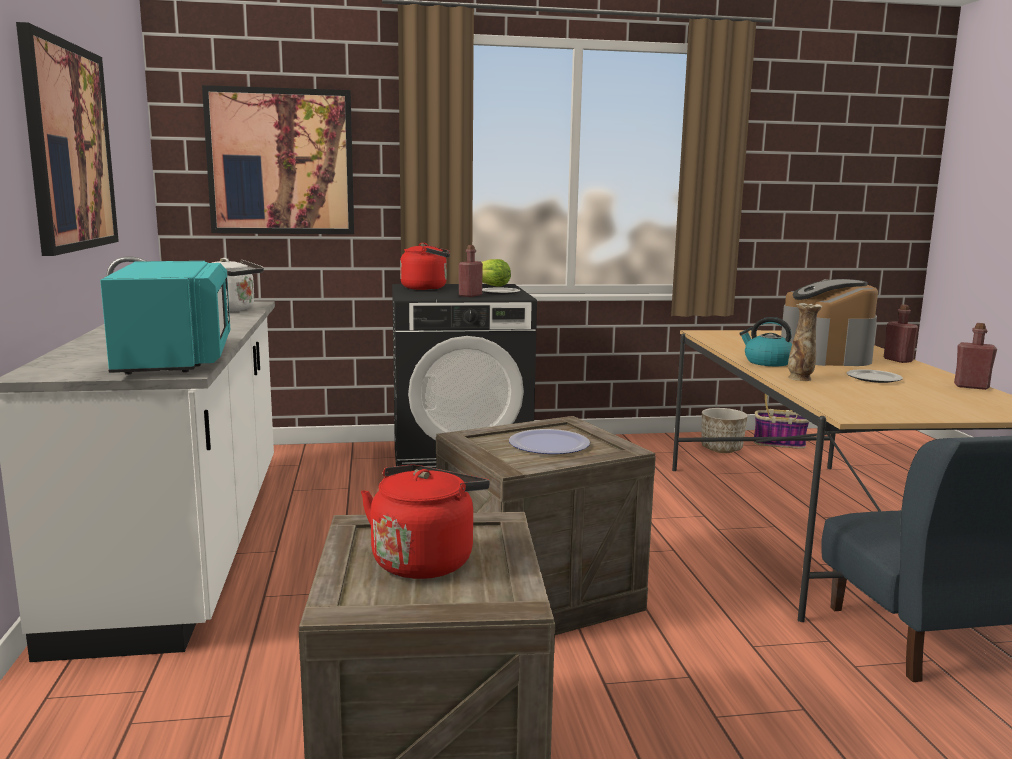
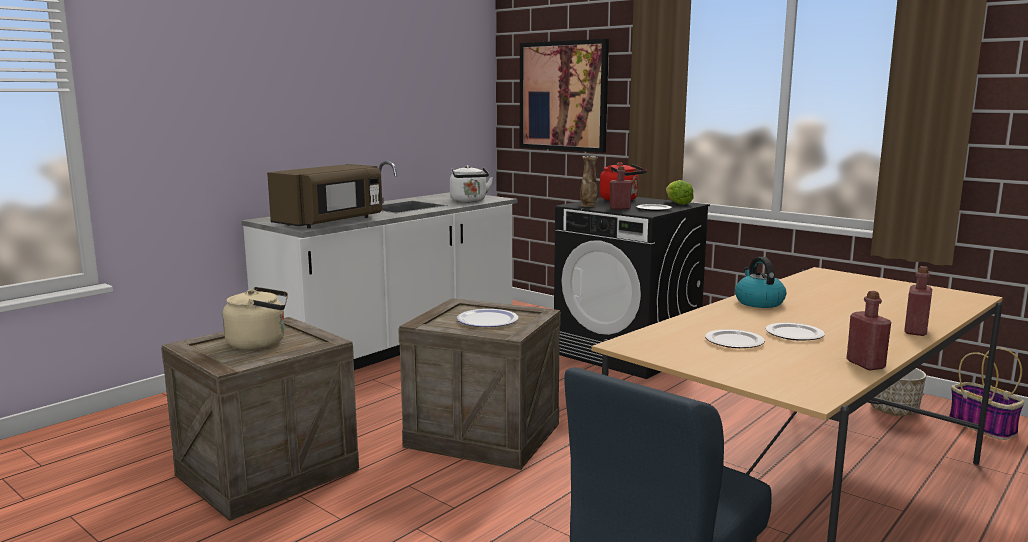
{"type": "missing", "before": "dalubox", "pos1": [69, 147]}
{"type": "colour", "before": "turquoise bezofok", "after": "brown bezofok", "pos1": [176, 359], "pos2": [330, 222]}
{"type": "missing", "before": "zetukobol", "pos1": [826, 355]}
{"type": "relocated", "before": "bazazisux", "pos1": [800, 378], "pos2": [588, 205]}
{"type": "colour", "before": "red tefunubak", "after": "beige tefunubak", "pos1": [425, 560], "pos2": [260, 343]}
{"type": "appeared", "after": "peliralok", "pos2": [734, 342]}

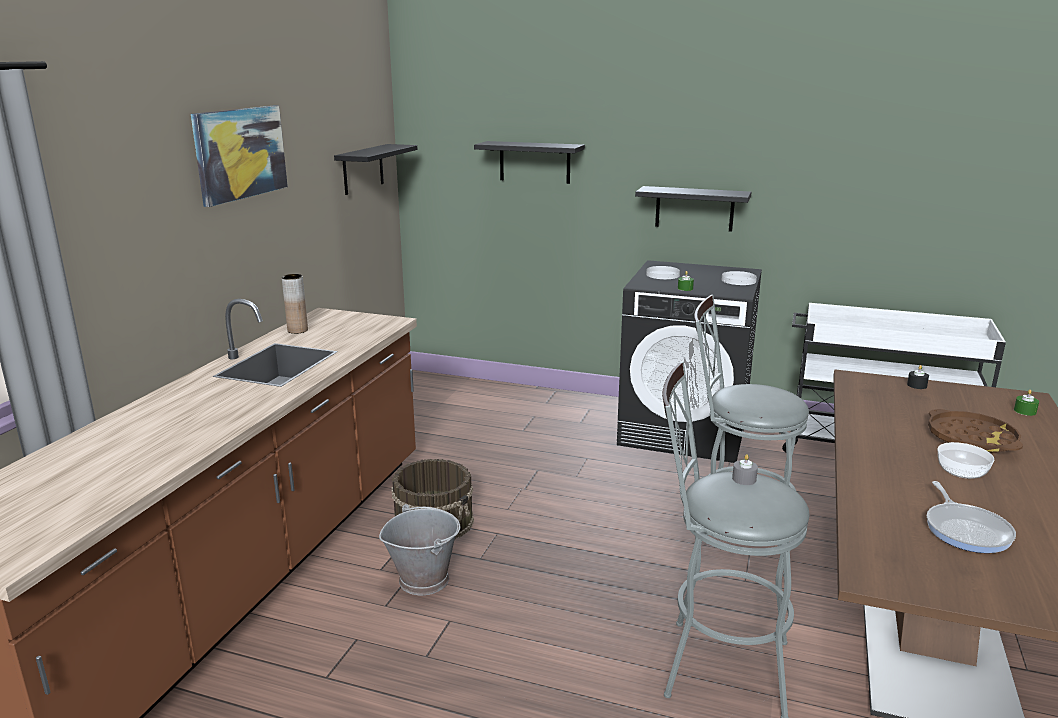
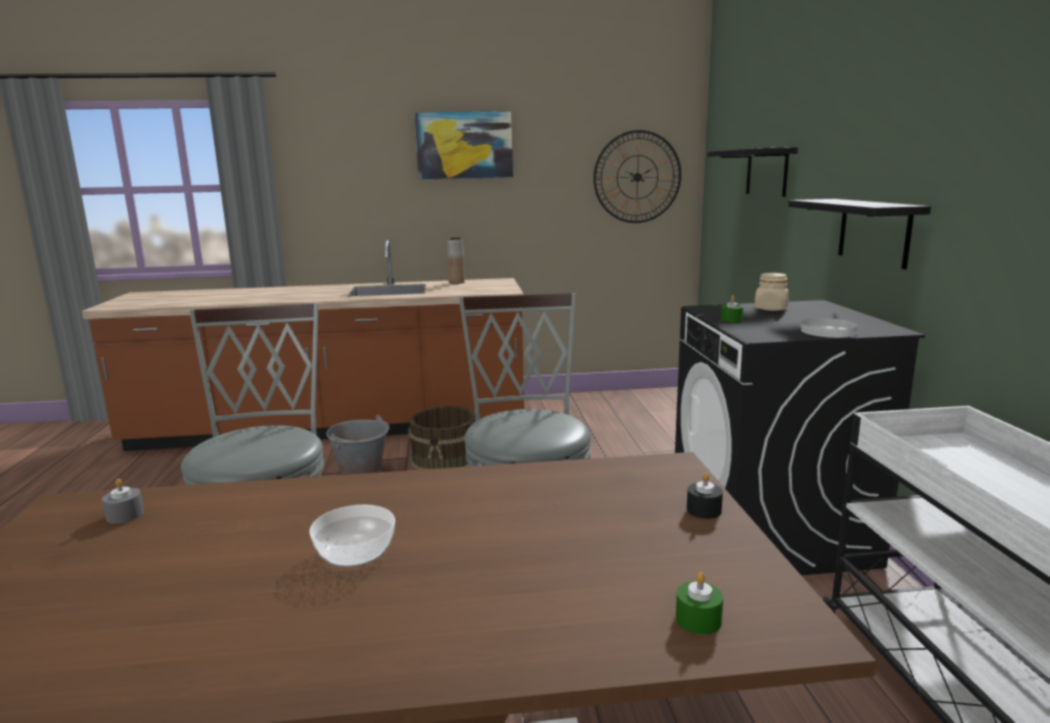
{"type": "exchanged", "before": "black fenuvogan", "after": "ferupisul", "pos1": [363, 169], "pos2": [637, 177]}
{"type": "exchanged", "before": "white peliralok", "after": "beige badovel", "pos1": [662, 275], "pos2": [771, 309]}
{"type": "missing", "before": "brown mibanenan", "pos1": [971, 439]}
{"type": "relocated", "before": "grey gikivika", "pos1": [744, 479], "pos2": [125, 515]}
{"type": "missing", "before": "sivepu", "pos1": [966, 530]}

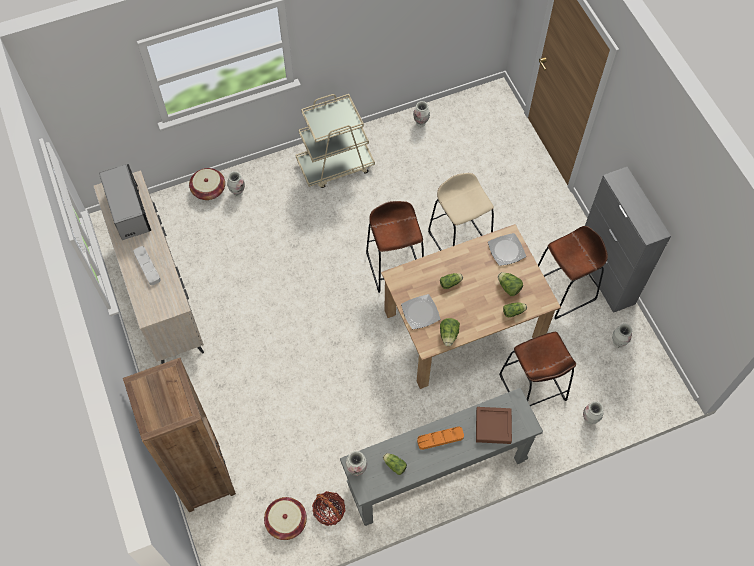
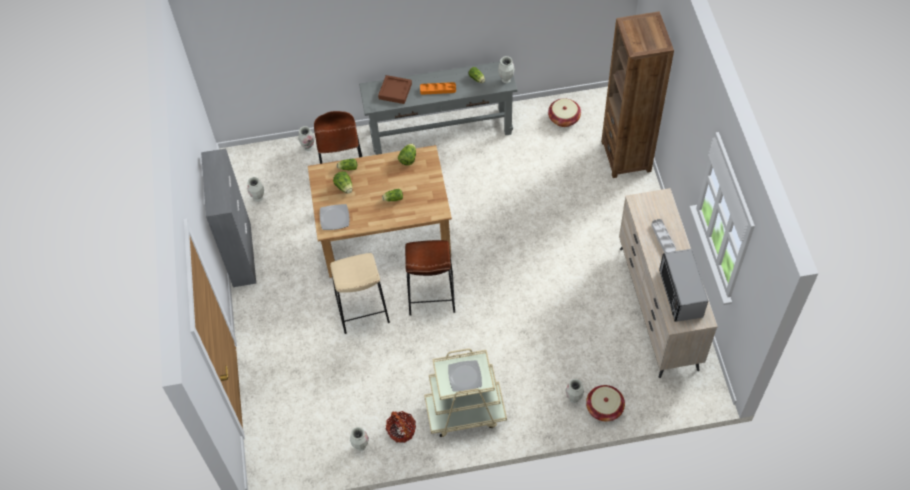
{"type": "missing", "before": "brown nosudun", "pos1": [563, 291]}
{"type": "relocated", "before": "peliralok", "pos1": [420, 313], "pos2": [465, 376]}
{"type": "relocated", "before": "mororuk", "pos1": [329, 511], "pos2": [401, 430]}

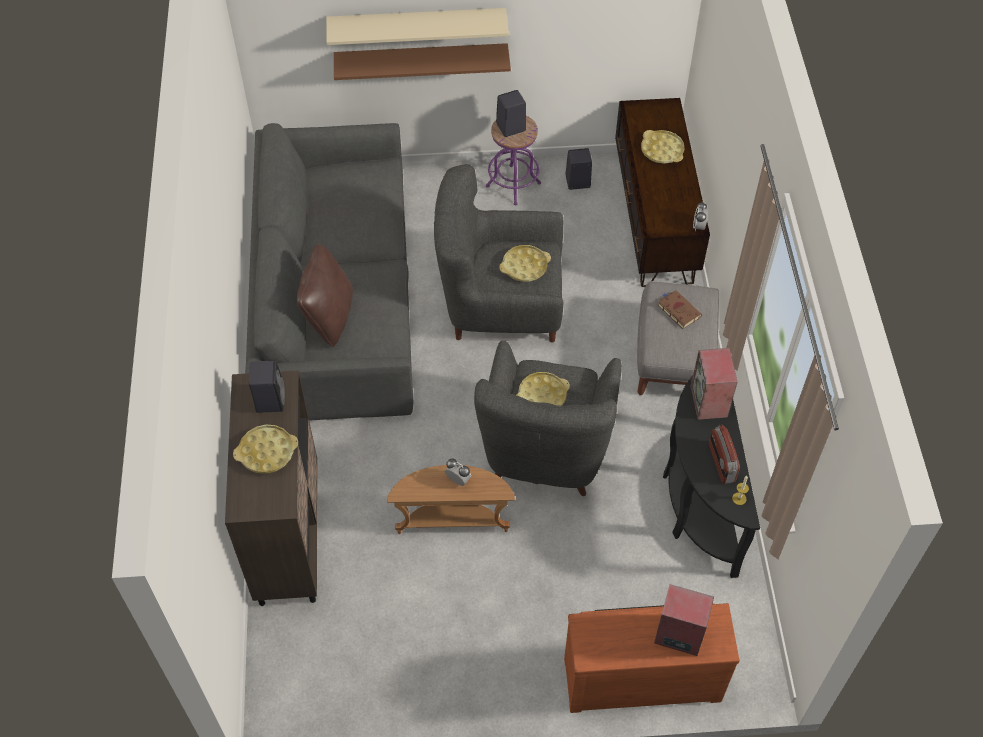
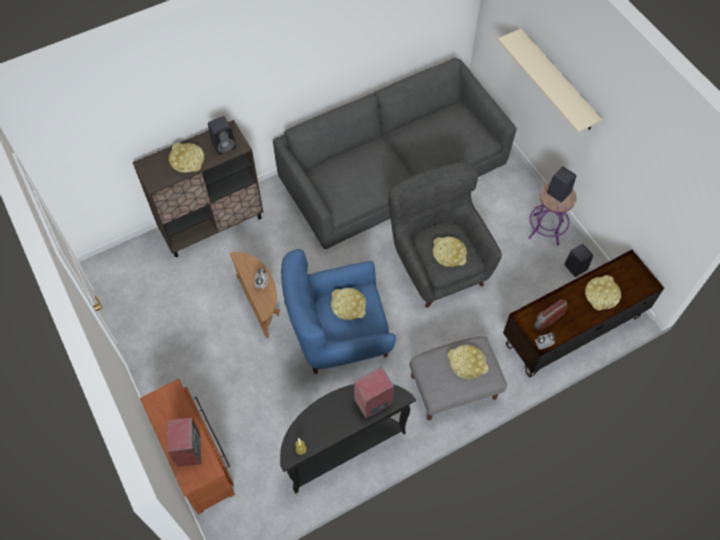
{"type": "missing", "before": "brown fenuvogan", "pos1": [421, 60]}
{"type": "missing", "before": "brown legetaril", "pos1": [329, 317]}
{"type": "exchanged", "before": "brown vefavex", "after": "yellow mibanenan", "pos1": [678, 310], "pos2": [467, 363]}
{"type": "colour", "before": "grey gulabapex", "after": "blue gulabapex", "pos1": [546, 448], "pos2": [339, 336]}
{"type": "relocated", "before": "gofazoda", "pos1": [721, 463], "pos2": [548, 320]}

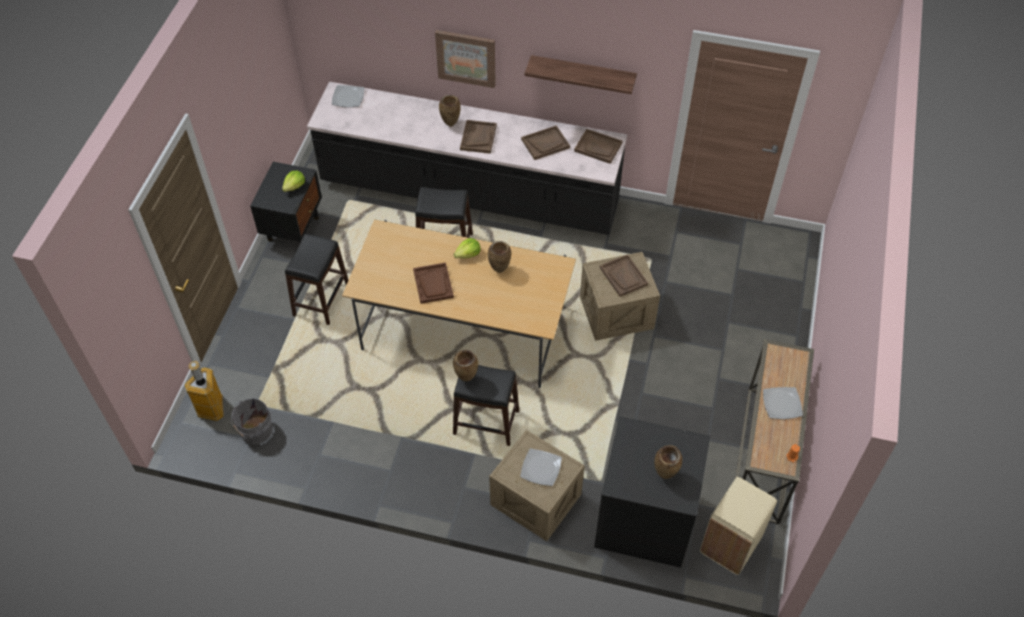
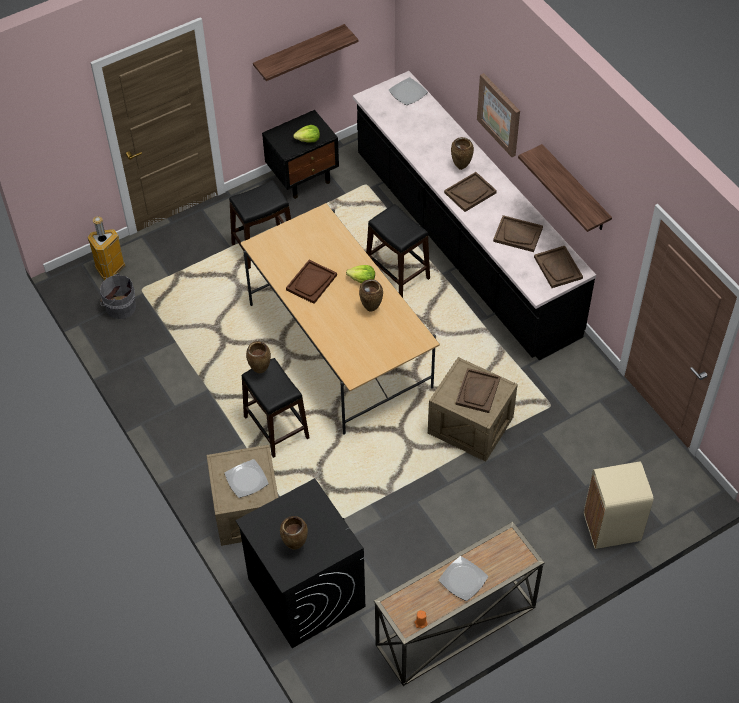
{"type": "relocated", "before": "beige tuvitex", "pos1": [729, 545], "pos2": [611, 527]}
{"type": "appeared", "after": "fenuvogan", "pos2": [299, 53]}

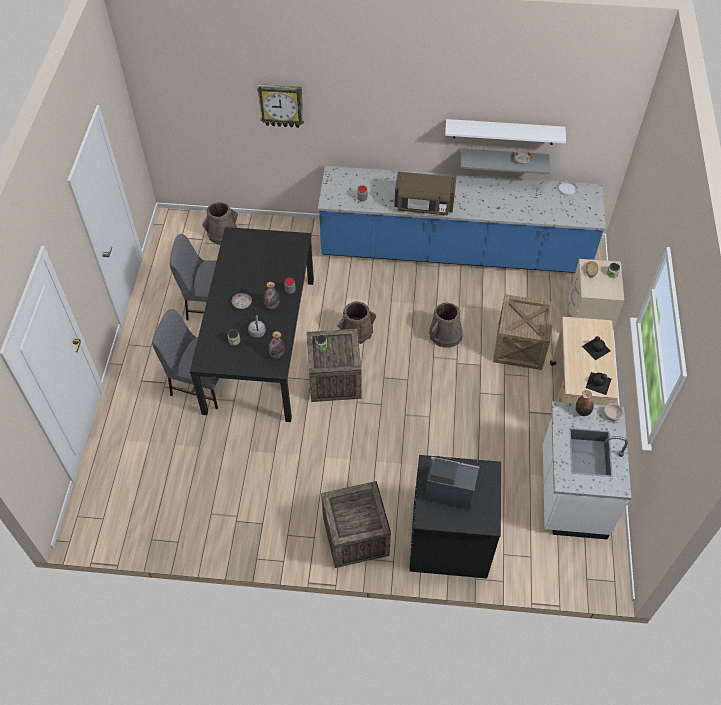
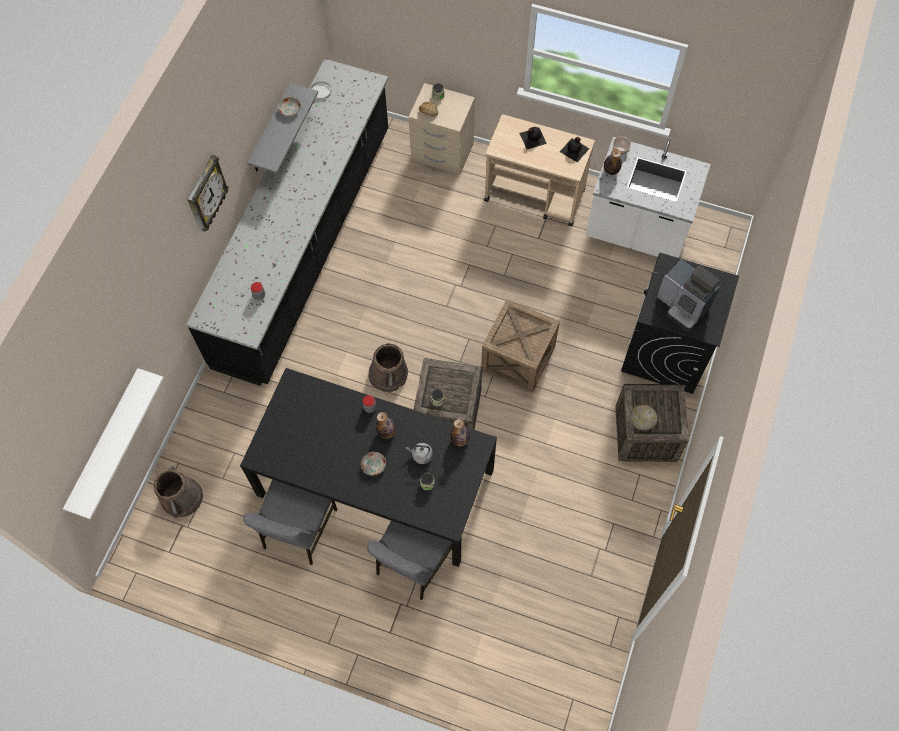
{"type": "relocated", "before": "ferupisul", "pos1": [281, 105], "pos2": [206, 195]}
{"type": "relocated", "before": "white fenuvogan", "pos1": [504, 131], "pos2": [105, 441]}
{"type": "colour", "before": "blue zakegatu", "after": "black zakegatu", "pos1": [454, 251], "pos2": [305, 246]}
{"type": "missing", "before": "brown bezofok", "pos1": [423, 205]}
{"type": "relocated", "before": "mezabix", "pos1": [519, 346], "pos2": [518, 358]}
{"type": "missing", "before": "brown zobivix", "pos1": [445, 334]}
{"type": "spun", "before": "zetukobol", "pos1": [447, 490], "pos2": [683, 306], "turn": -75}
{"type": "appeared", "after": "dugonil", "pos2": [642, 421]}

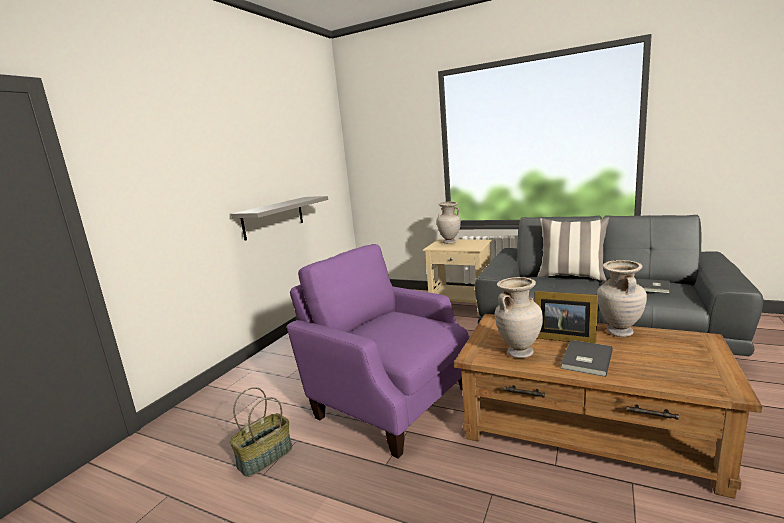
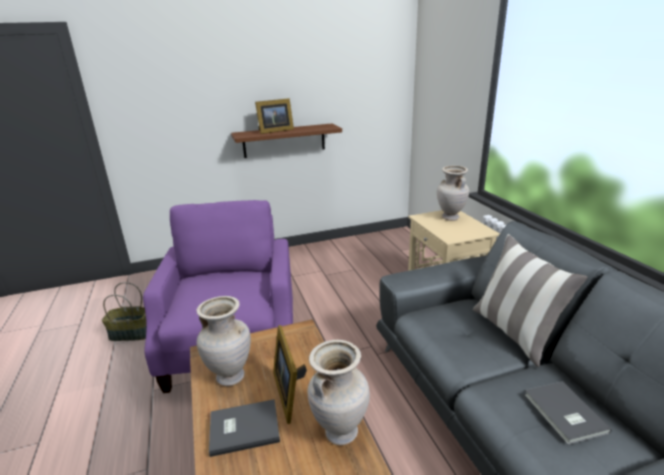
{"type": "colour", "before": "grey fenuvogan", "after": "brown fenuvogan", "pos1": [273, 217], "pos2": [284, 140]}
{"type": "appeared", "after": "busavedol", "pos2": [274, 131]}

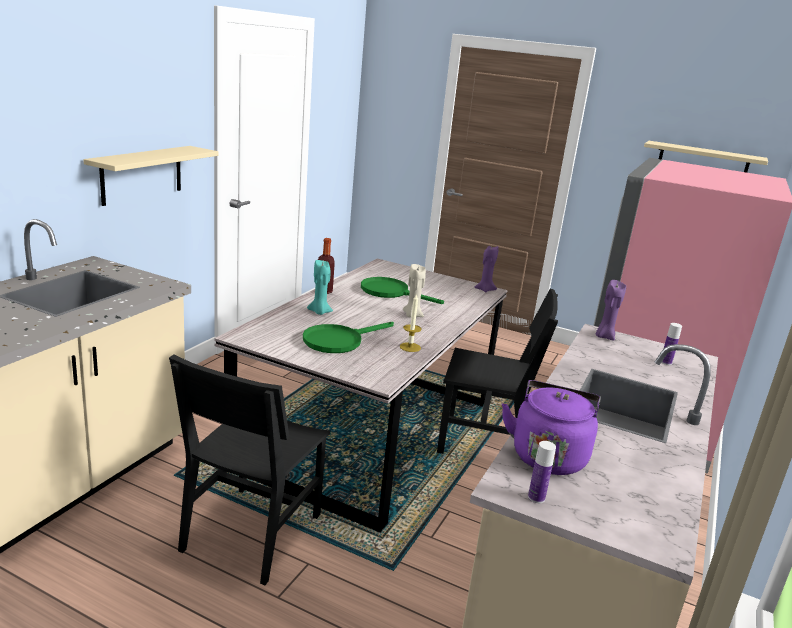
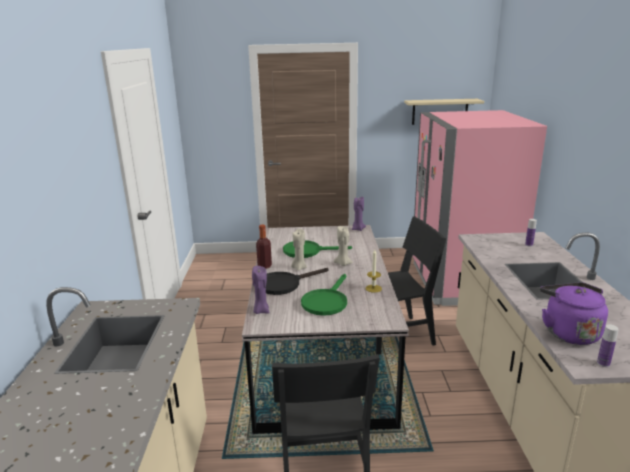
{"type": "missing", "before": "beige fenuvogan", "pos1": [142, 174]}
{"type": "exchanged", "before": "turquoise gikivika", "after": "black sivepu", "pos1": [319, 312], "pos2": [284, 284]}
{"type": "relocated", "before": "purple gikivika", "pos1": [604, 336], "pos2": [261, 311]}
{"type": "appeared", "after": "beige gikivika", "pos2": [299, 267]}

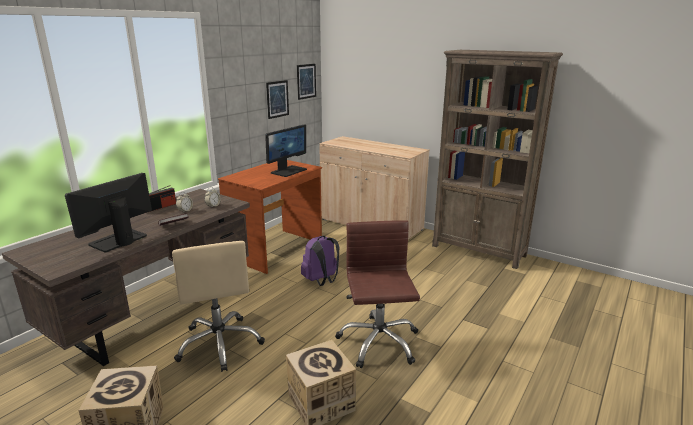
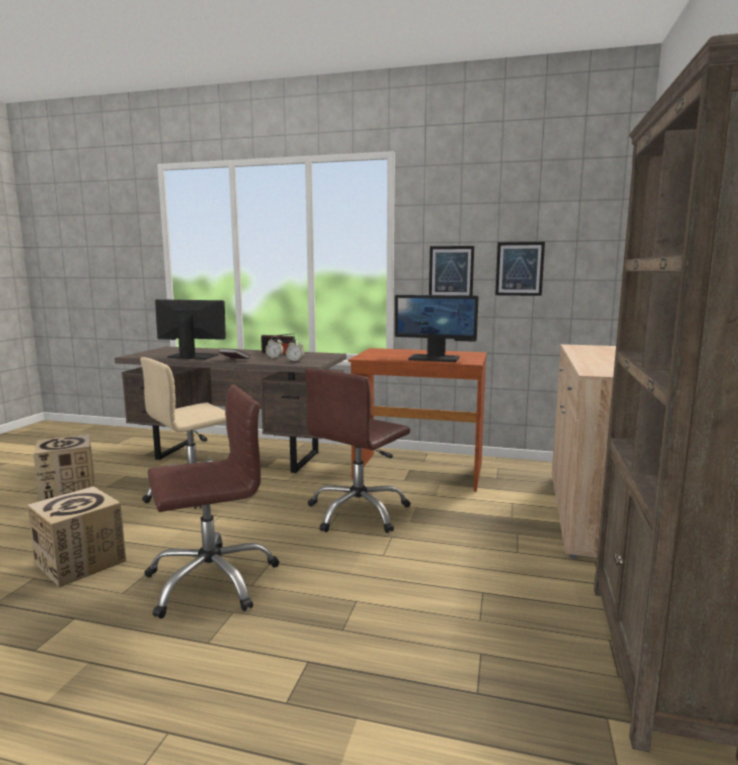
{"type": "relocated", "before": "dalubox", "pos1": [306, 81], "pos2": [451, 272]}
{"type": "exchanged", "before": "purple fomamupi", "after": "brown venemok", "pos1": [321, 281], "pos2": [358, 512]}

